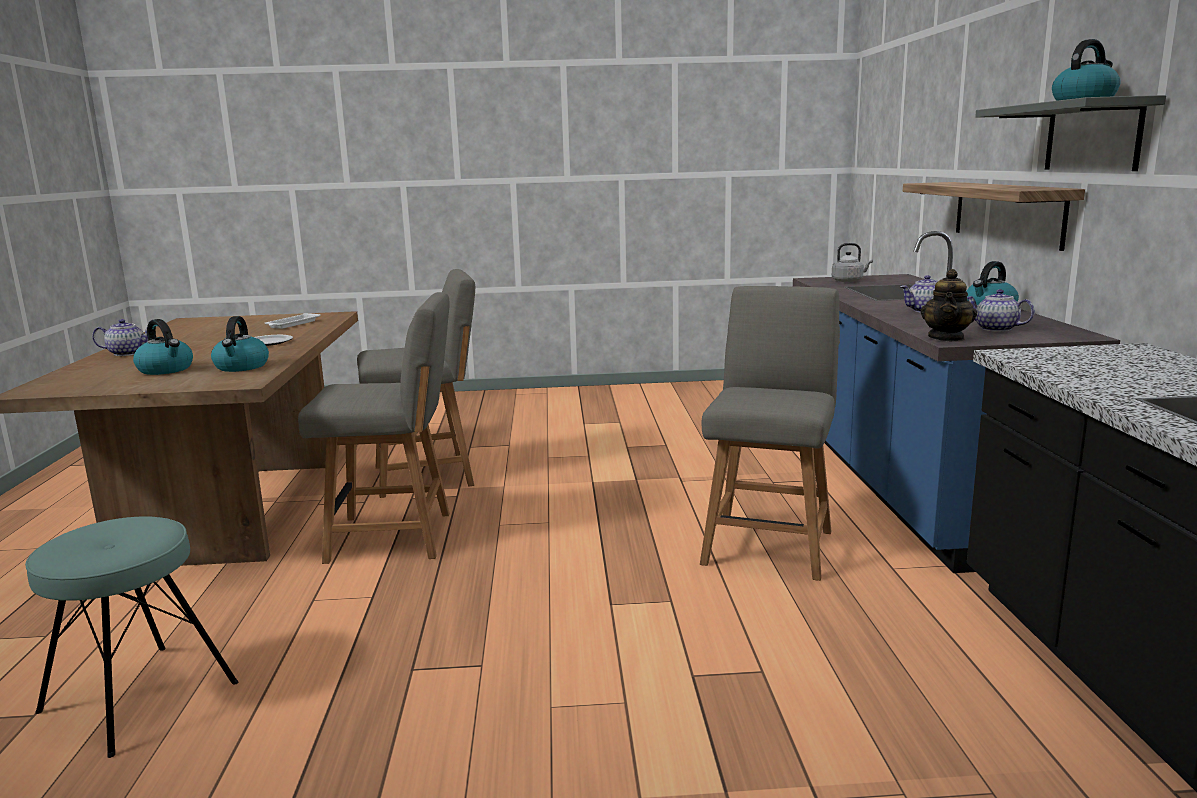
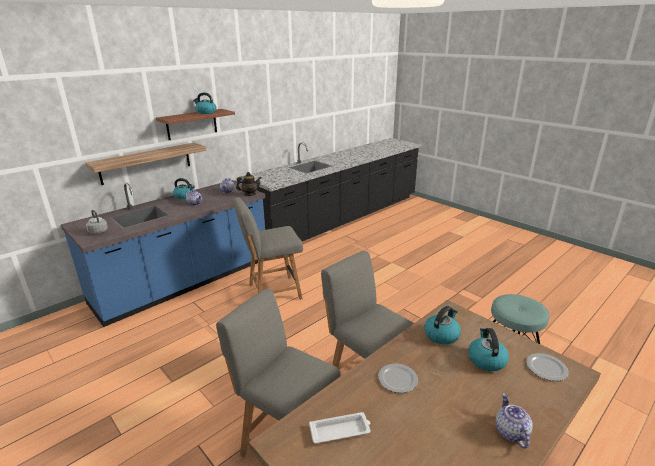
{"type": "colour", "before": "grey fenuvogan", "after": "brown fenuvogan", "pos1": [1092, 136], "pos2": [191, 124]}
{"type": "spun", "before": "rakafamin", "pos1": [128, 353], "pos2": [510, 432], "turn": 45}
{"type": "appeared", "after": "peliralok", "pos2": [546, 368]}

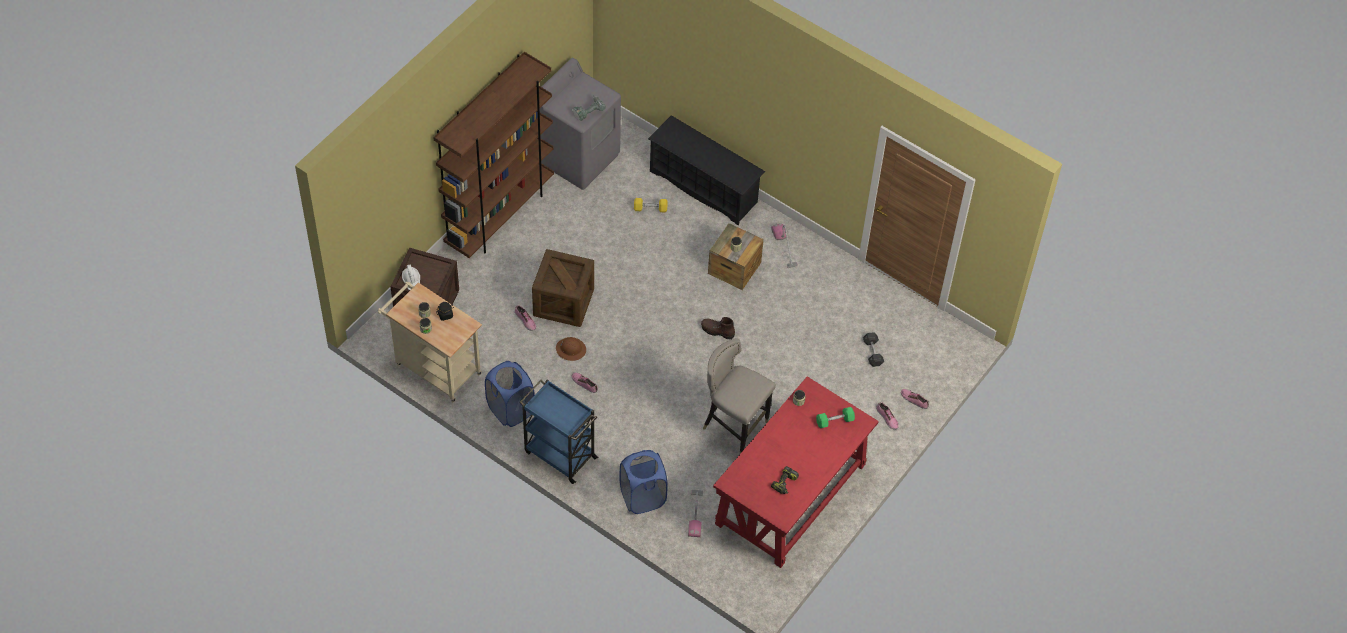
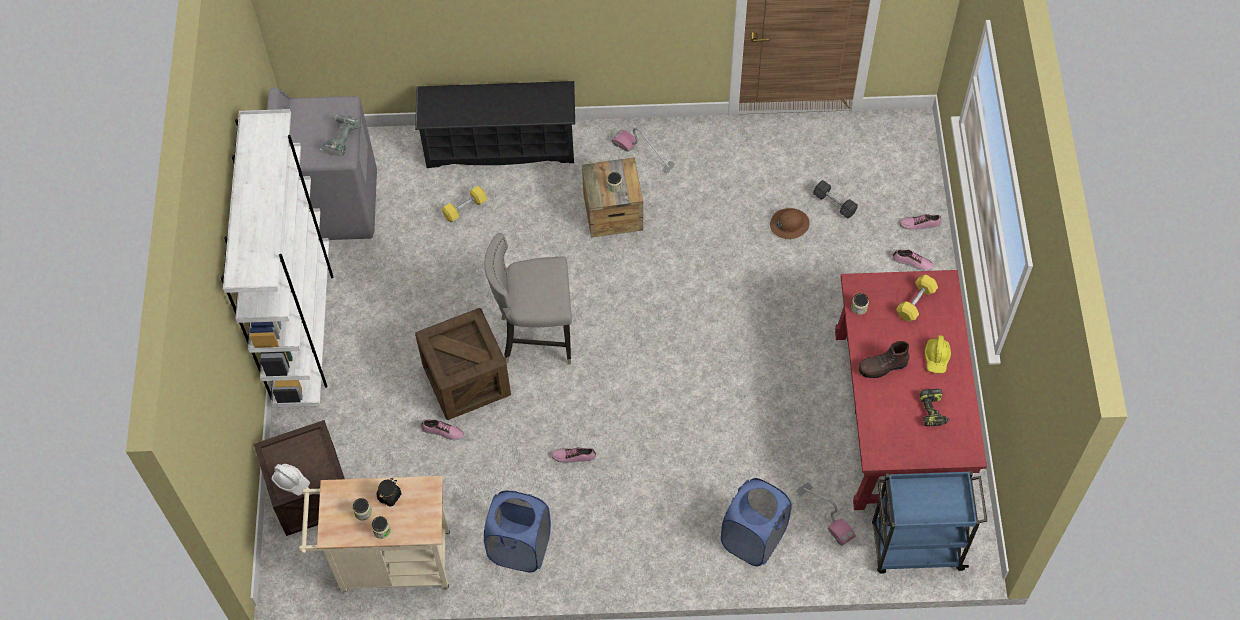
{"type": "colour", "before": "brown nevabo", "after": "white nevabo", "pos1": [499, 215], "pos2": [304, 331]}
{"type": "relocated", "before": "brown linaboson", "pos1": [717, 331], "pos2": [882, 367]}
{"type": "relocated", "before": "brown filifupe", "pos1": [571, 349], "pos2": [789, 224]}
{"type": "relocated", "before": "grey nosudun", "pos1": [734, 426], "pos2": [536, 337]}
{"type": "relocated", "before": "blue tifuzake", "pos1": [559, 454], "pos2": [915, 547]}
{"type": "colour", "before": "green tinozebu", "after": "yellow tinozebu", "pos1": [834, 421], "pos2": [915, 302]}
{"type": "appeared", "after": "yellow filifupe", "pos2": [937, 357]}

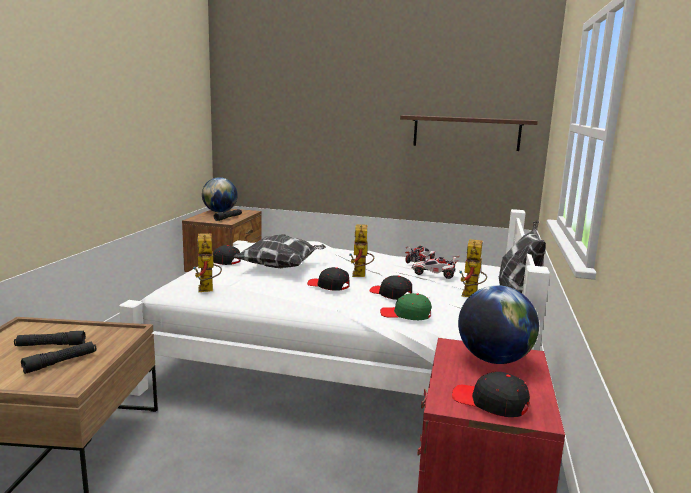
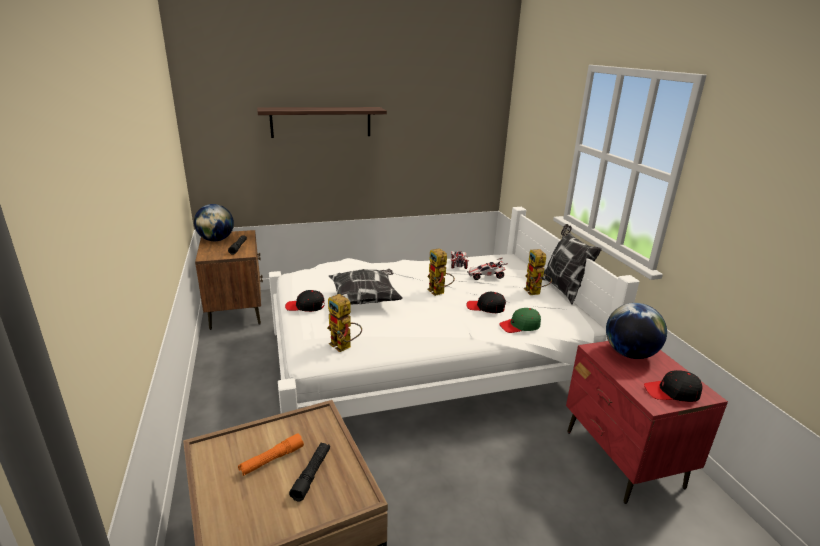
{"type": "relocated", "before": "fenuvogan", "pos1": [466, 133], "pos2": [321, 122]}
{"type": "missing", "before": "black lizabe", "pos1": [328, 286]}
{"type": "colour", "before": "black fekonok", "after": "orange fekonok", "pos1": [51, 345], "pos2": [272, 460]}

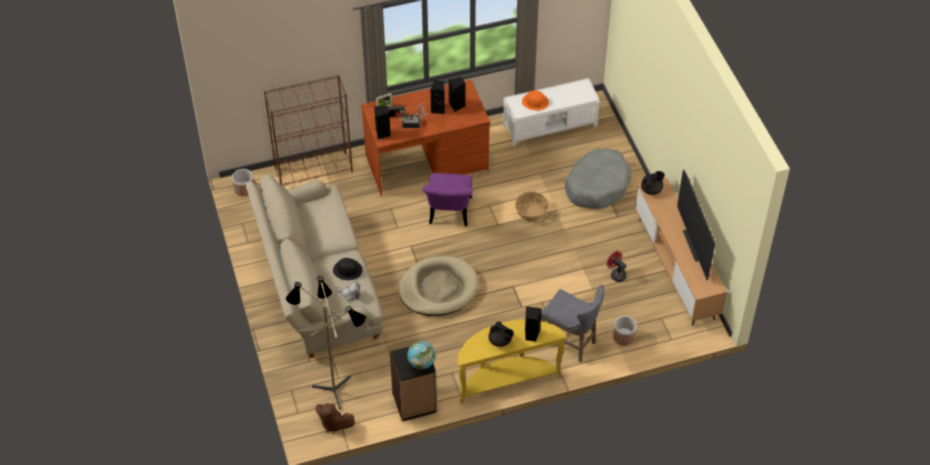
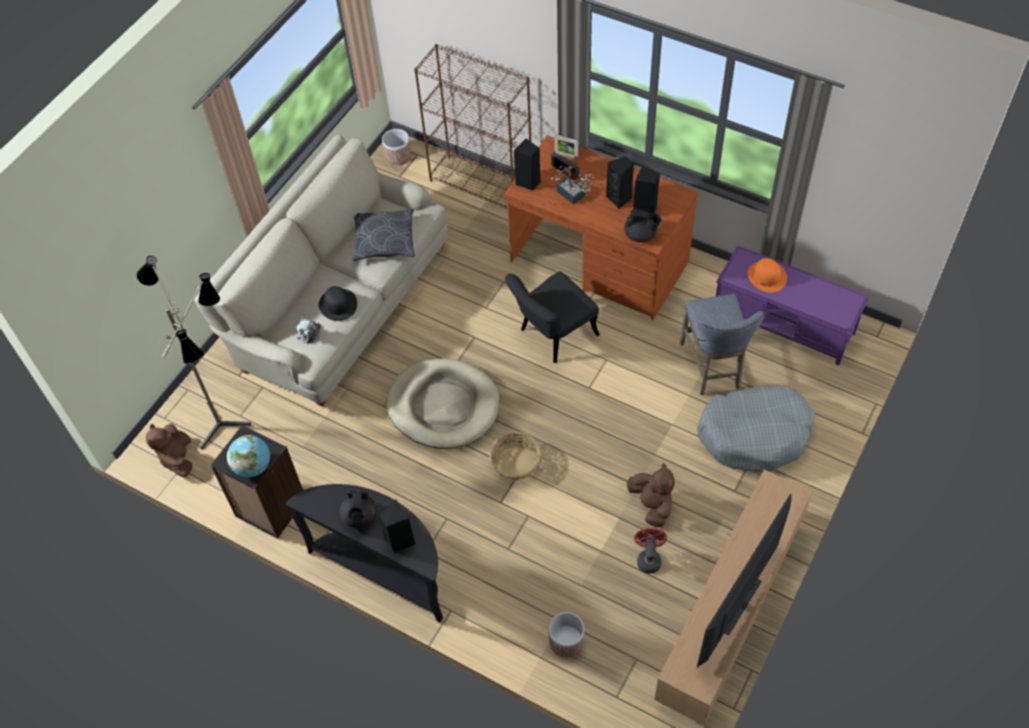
{"type": "colour", "before": "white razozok", "after": "purple razozok", "pos1": [550, 125], "pos2": [784, 323]}
{"type": "relocated", "before": "black rakafamin", "pos1": [651, 190], "pos2": [641, 235]}
{"type": "colour", "before": "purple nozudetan", "after": "black nozudetan", "pos1": [449, 215], "pos2": [552, 336]}
{"type": "relocated", "before": "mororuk", "pos1": [531, 212], "pos2": [516, 463]}
{"type": "relocated", "before": "grey nosudun", "pos1": [570, 343], "pos2": [712, 368]}
{"type": "colour", "before": "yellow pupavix", "after": "black pupavix", "pos1": [506, 379], "pos2": [384, 569]}
{"type": "appeared", "after": "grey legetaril", "pos2": [384, 240]}
{"type": "appeared", "after": "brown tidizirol", "pos2": [652, 505]}

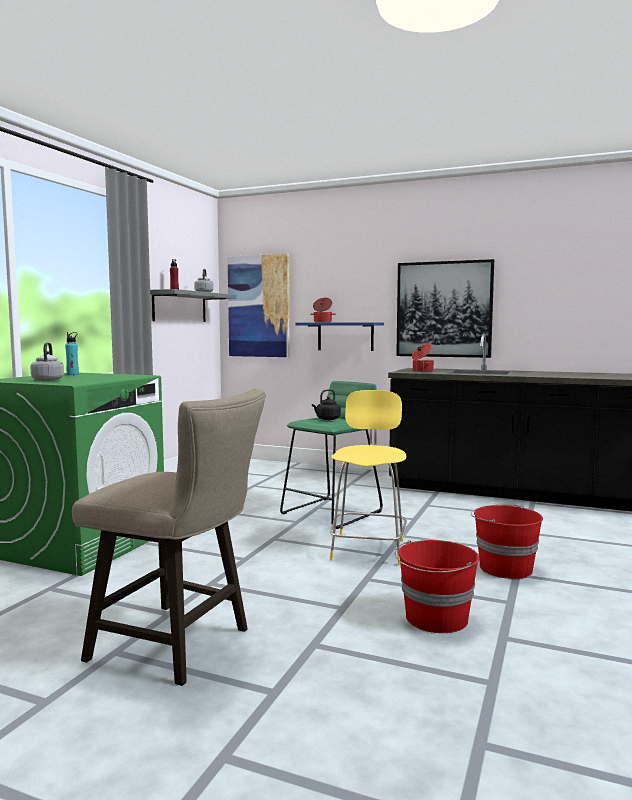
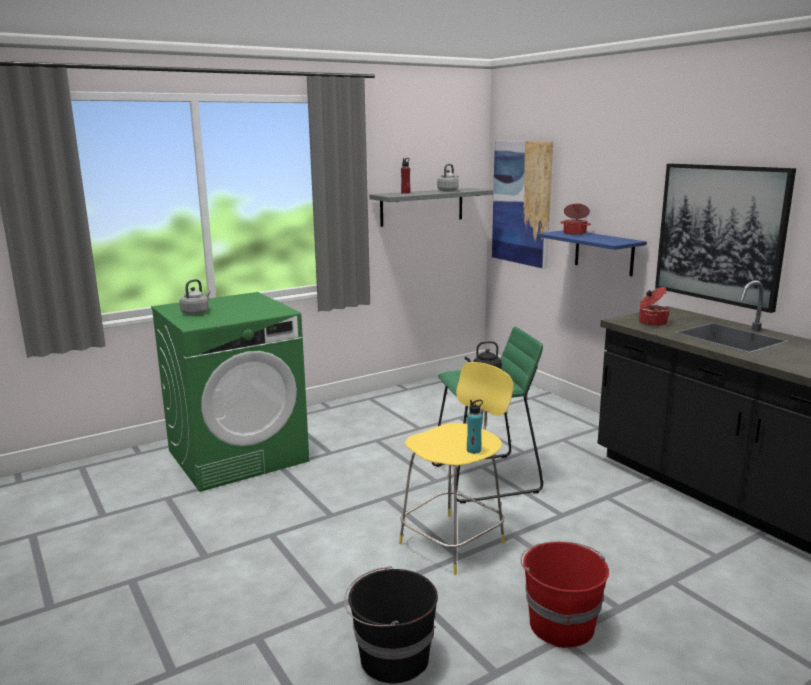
{"type": "relocated", "before": "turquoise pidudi", "pos1": [72, 374], "pos2": [474, 450]}
{"type": "missing", "before": "beige nosudun", "pos1": [180, 646]}
{"type": "colour", "before": "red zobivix", "after": "black zobivix", "pos1": [436, 618], "pos2": [392, 658]}

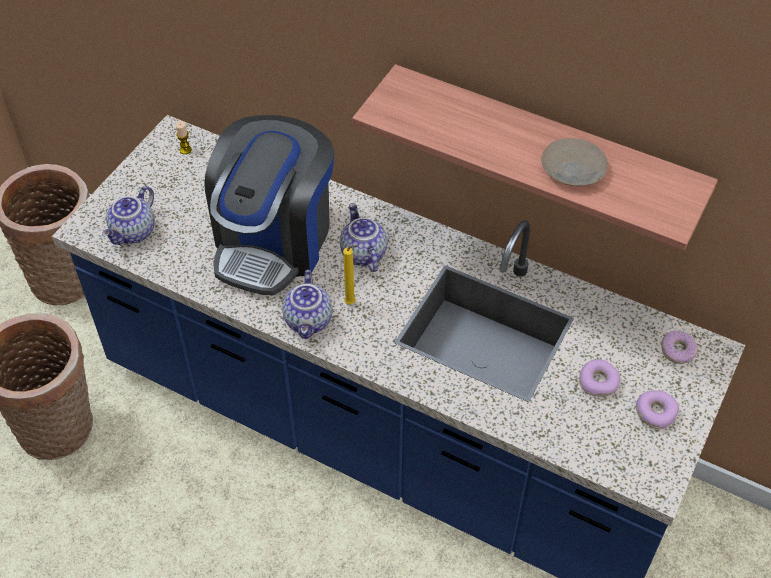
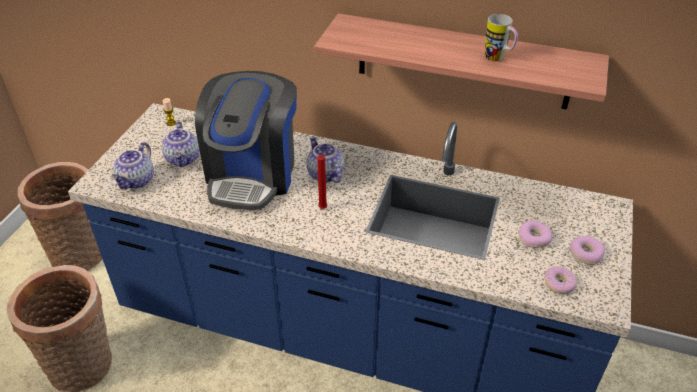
{"type": "exchanged", "before": "beige peliralok", "after": "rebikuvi", "pos1": [573, 169], "pos2": [498, 59]}
{"type": "colour", "before": "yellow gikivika", "after": "red gikivika", "pos1": [352, 303], "pos2": [324, 208]}
{"type": "relocated", "before": "rakafamin", "pos1": [309, 321], "pos2": [184, 159]}
{"type": "relocated", "before": "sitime", "pos1": [678, 351], "pos2": [559, 283]}

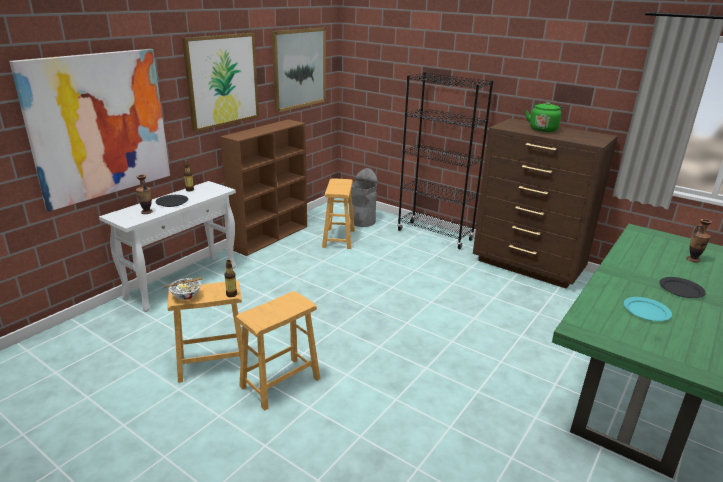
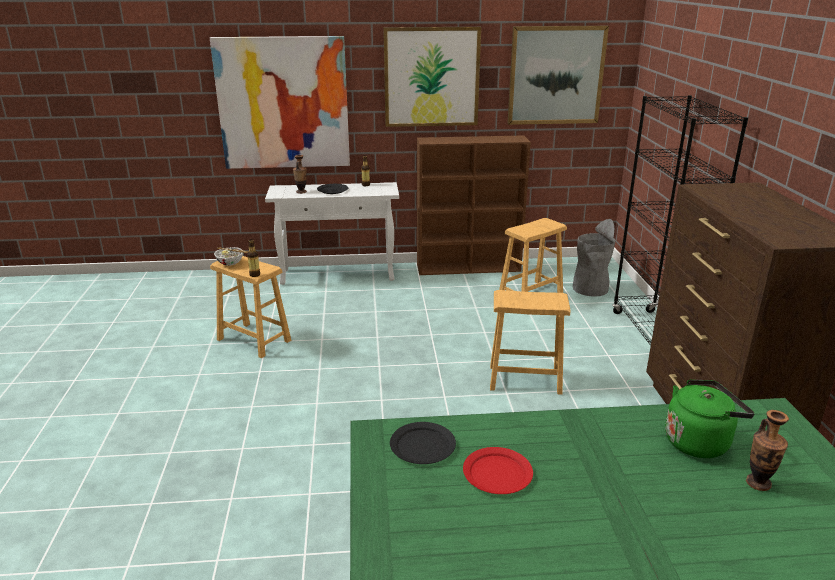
{"type": "relocated", "before": "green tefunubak", "pos1": [543, 129], "pos2": [699, 441]}
{"type": "relocated", "before": "black peliralok", "pos1": [680, 289], "pos2": [422, 445]}
{"type": "relocated", "before": "brown nosudun", "pos1": [280, 382], "pos2": [525, 379]}
{"type": "colour", "before": "turquoise peliralok", "after": "red peliralok", "pos1": [646, 311], "pos2": [497, 473]}

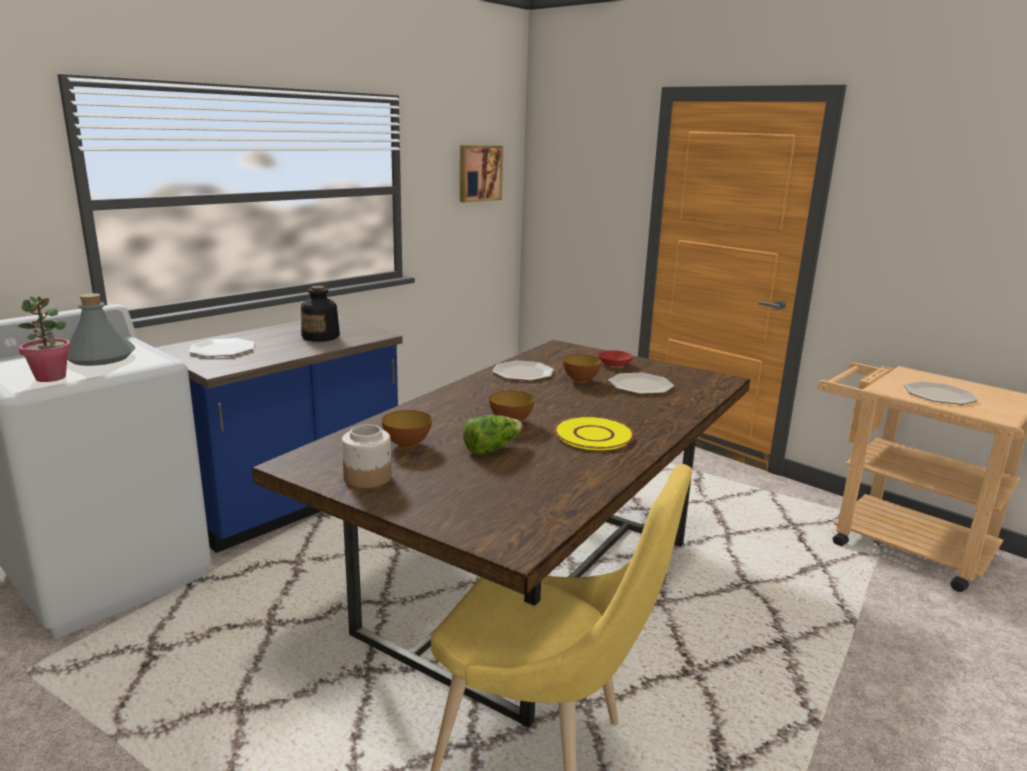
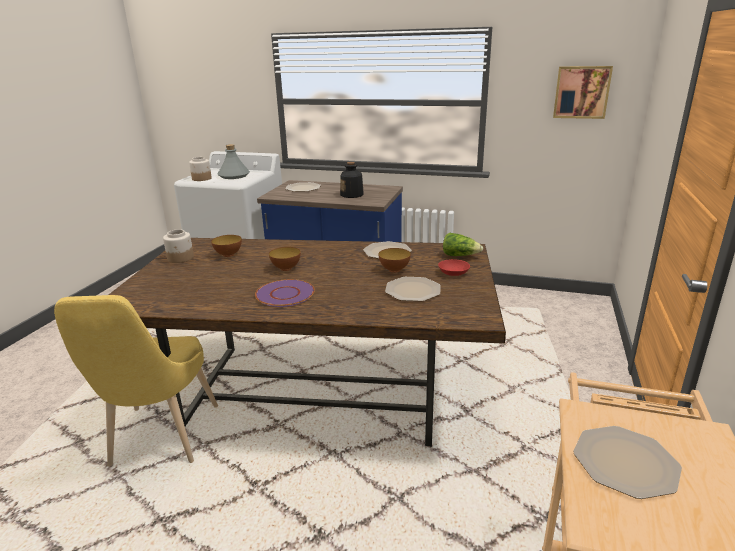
{"type": "exchanged", "before": "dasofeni", "after": "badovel", "pos1": [51, 377], "pos2": [202, 178]}
{"type": "relocated", "before": "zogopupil", "pos1": [491, 449], "pos2": [460, 255]}
{"type": "colour", "before": "yellow peliralok", "after": "purple peliralok", "pos1": [593, 435], "pos2": [285, 294]}

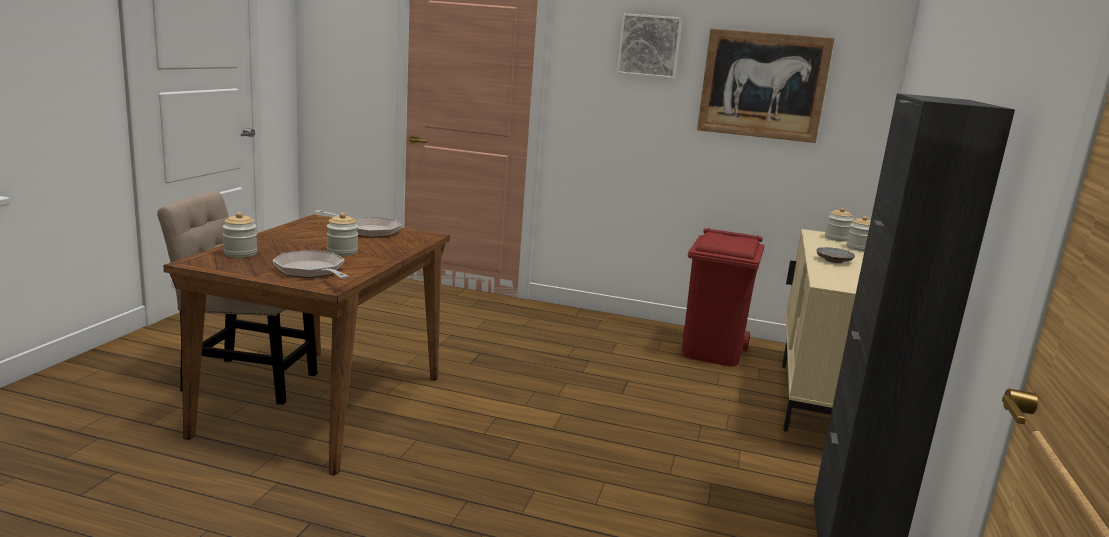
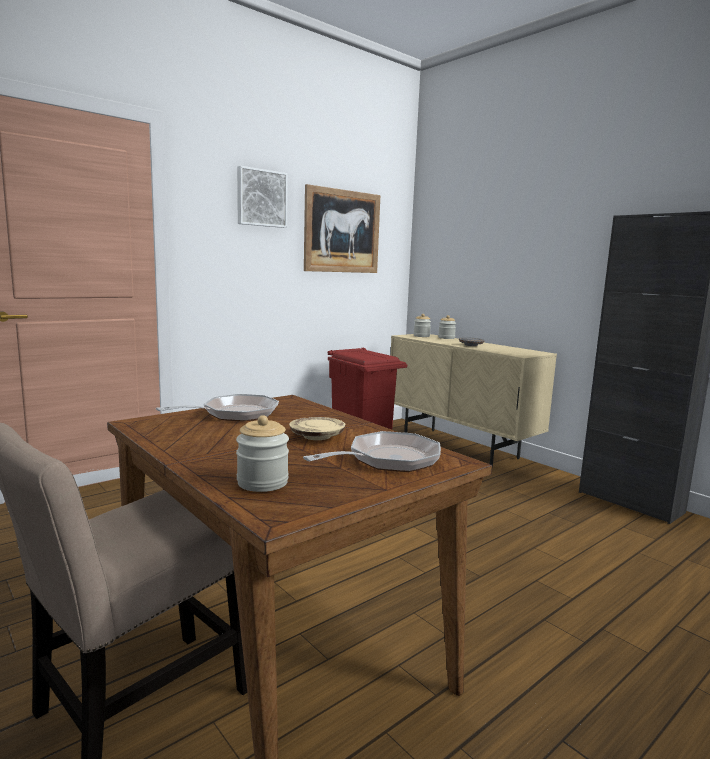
{"type": "exchanged", "before": "badovel", "after": "beige peliralok", "pos1": [342, 252], "pos2": [316, 436]}
{"type": "spun", "before": "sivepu", "pos1": [312, 271], "pos2": [387, 460], "turn": 150}

